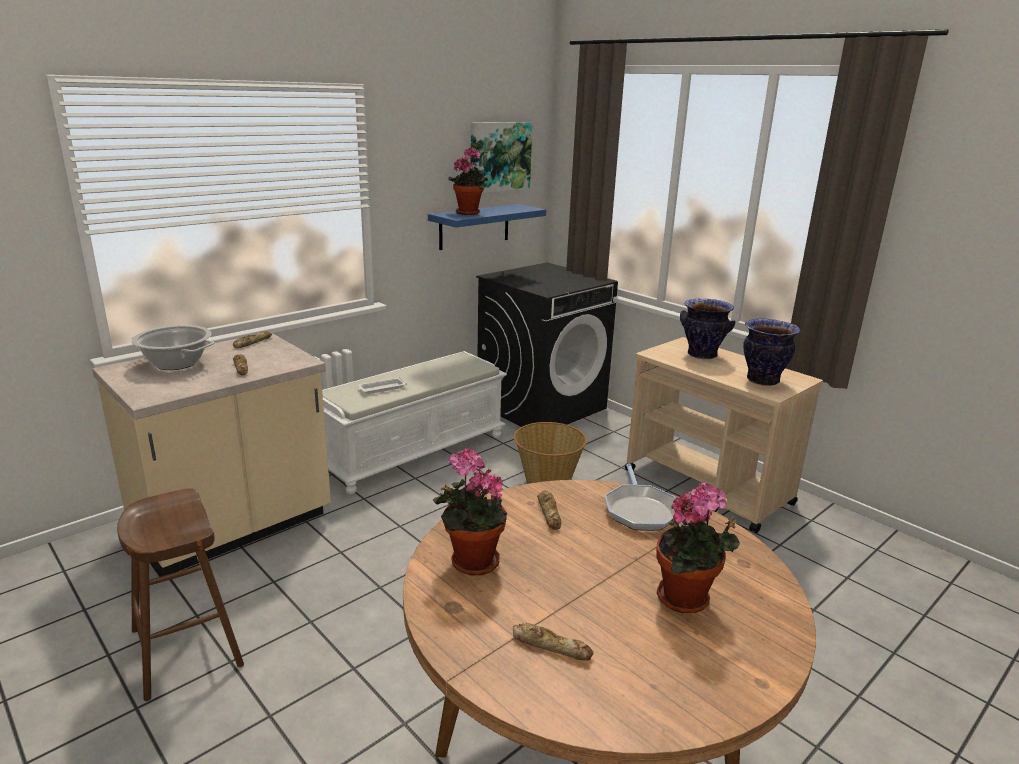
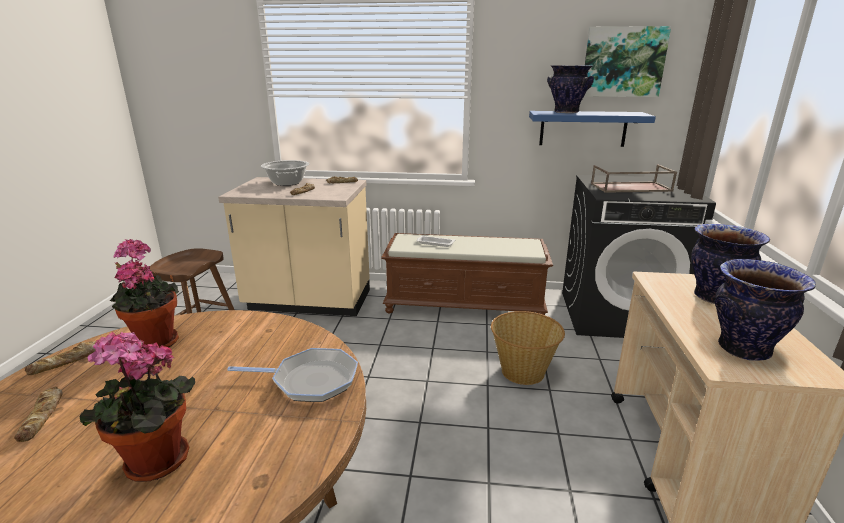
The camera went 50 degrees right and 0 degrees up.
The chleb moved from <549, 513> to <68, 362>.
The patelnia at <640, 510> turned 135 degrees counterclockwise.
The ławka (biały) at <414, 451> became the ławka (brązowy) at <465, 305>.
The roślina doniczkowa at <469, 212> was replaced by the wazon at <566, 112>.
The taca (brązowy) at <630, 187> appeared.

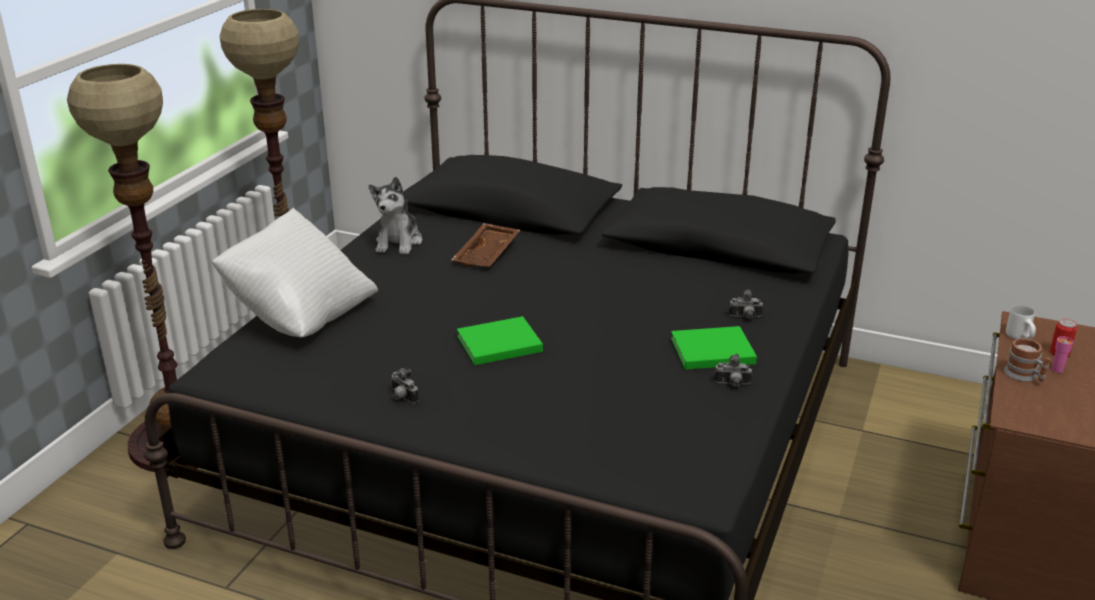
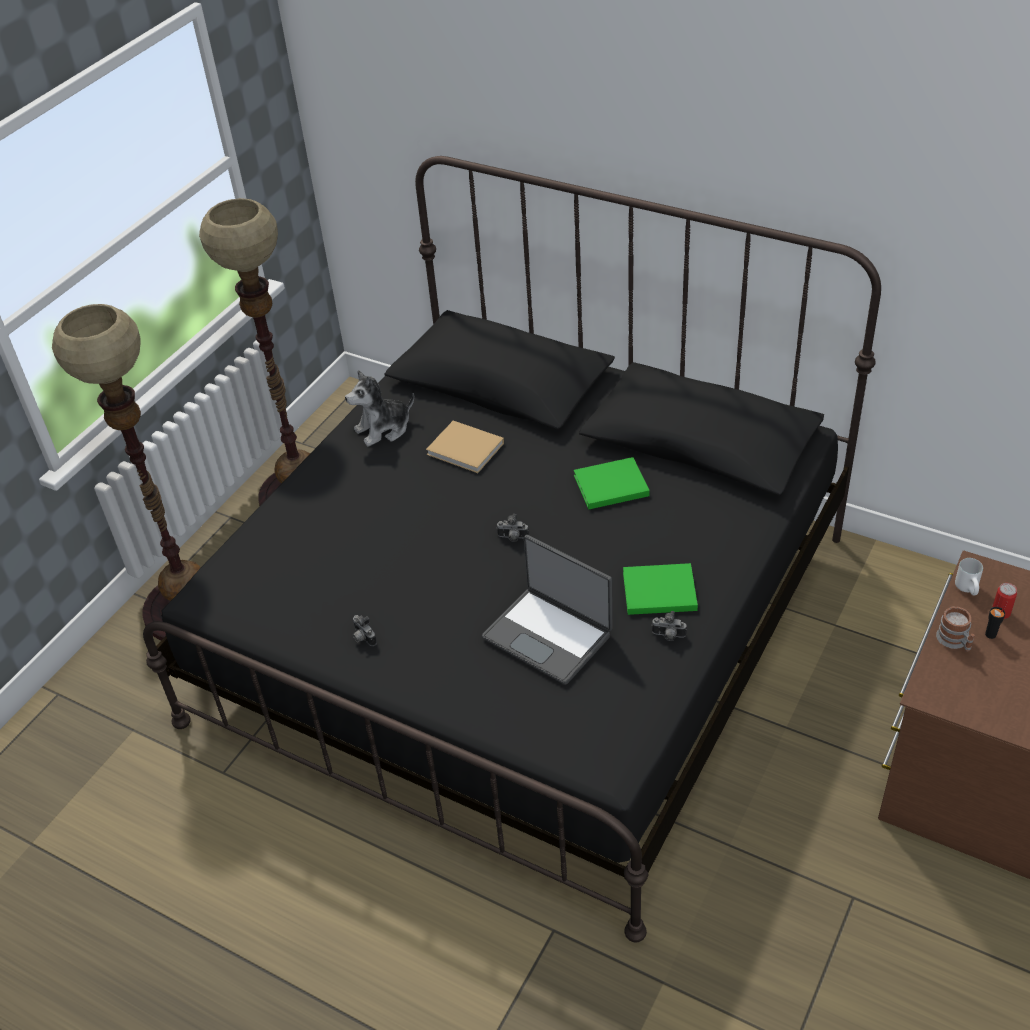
The camera went 10 degrees right and 15 degrees up.
The pluszak at <399, 242> turned 45 degrees clockwise.
The taca (brązowy) at <488, 254> was replaced by the książka (beżowy) at <467, 449>.
The laptop at <549, 635> appeared.
The aparat fotograficzny moved from <745, 317> to <512, 538>.
The książka (zielony) moved from <497, 344> to <609, 486>.
The filiżanka (różowy) at <1057, 370> became the filiżanka (czarny) at <991, 634>.
The poduszka (biały) at <300, 314> disappeared.

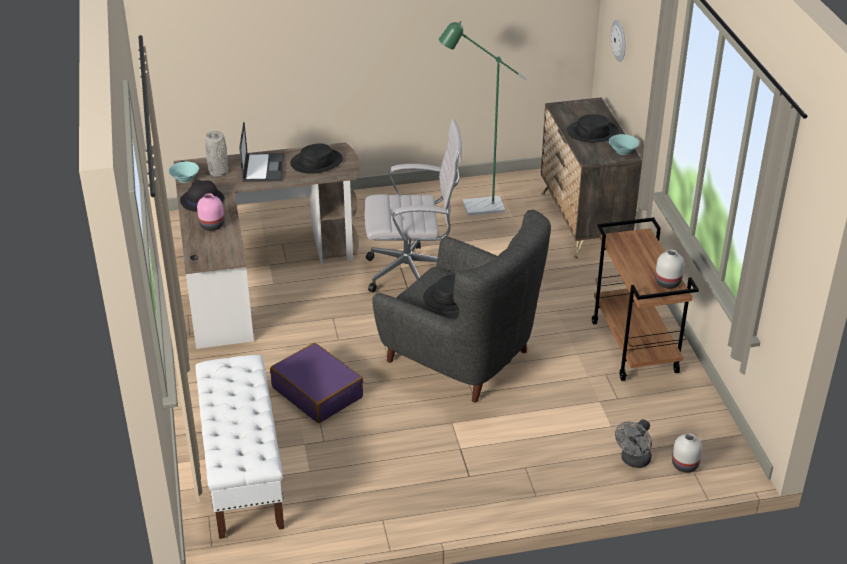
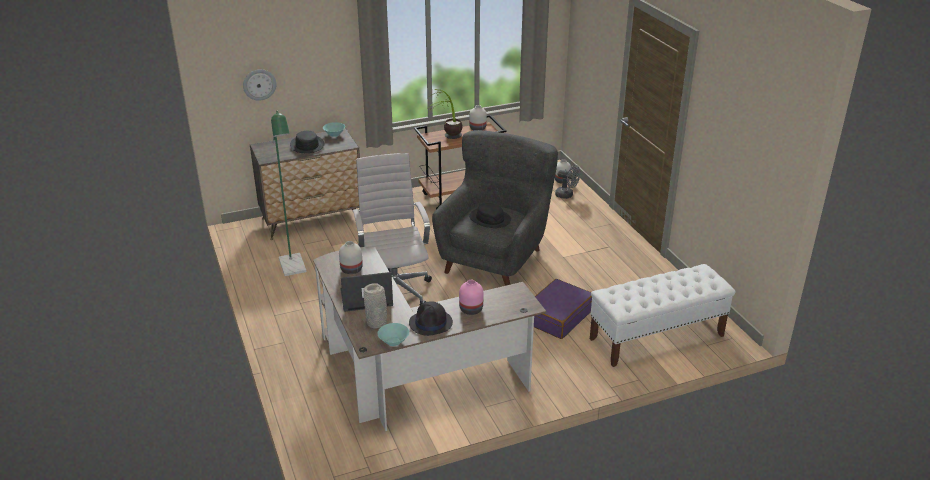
The camera went 100 degrees left and 5 degrees down.
The kapelusz (czarny) at <316, 162> was replaced by the wazon (biały) at <351, 270>.
The roślina doniczkowa at <447, 139> appeared.

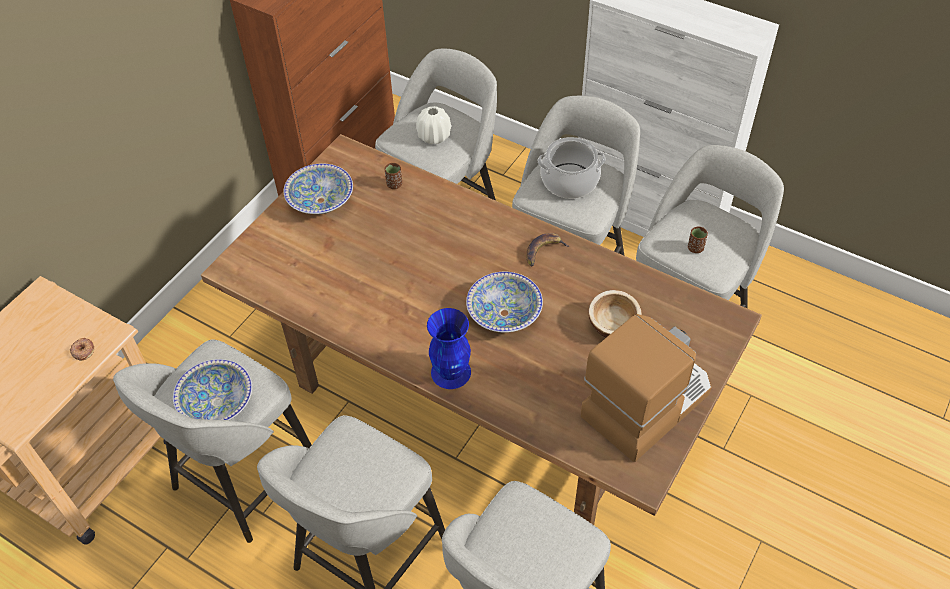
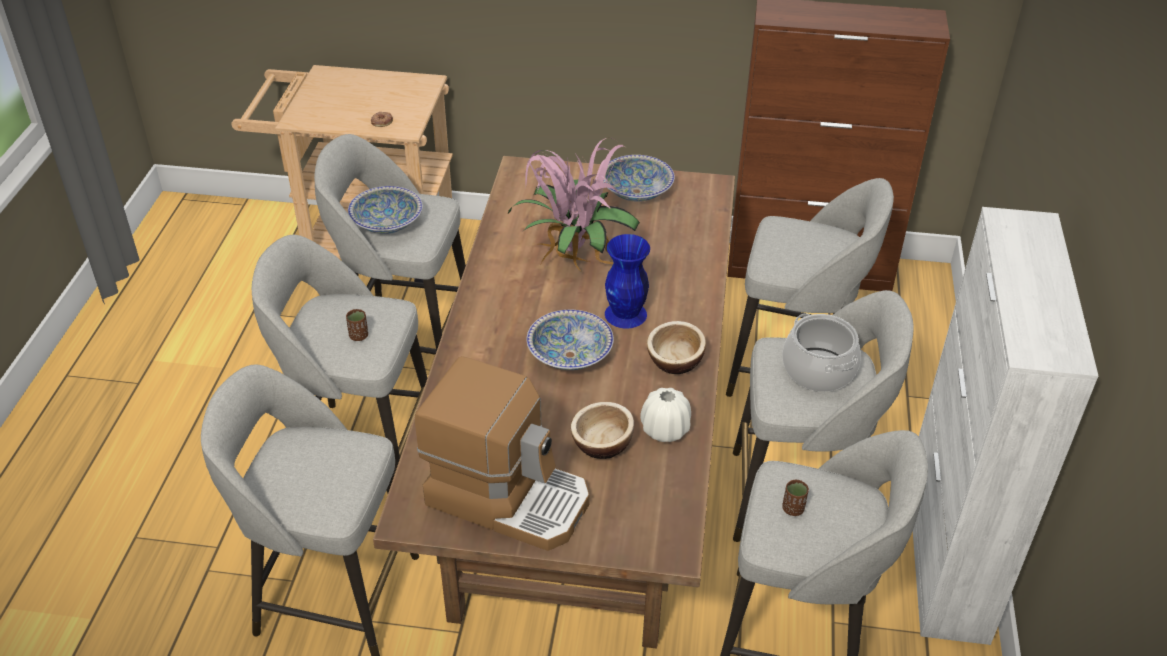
The camera went 65 degrees right and 10 degrees down.
The filiżanka (brązowy) moved from <394, 184> to <359, 336>.
The roślina doniczkowa at <572, 258> appeared.
The wazon (niebieski) moved from <451, 372> to <625, 314>.
The wazon (biały) moved from <434, 136> to <665, 430>.
The banan at <543, 251> was replaced by the miska at <675, 361>.

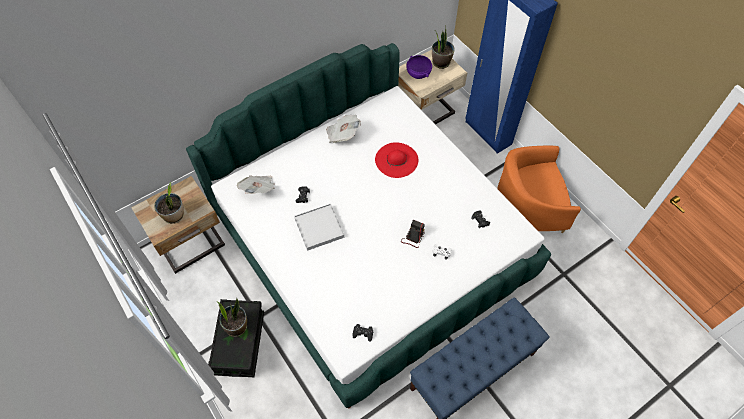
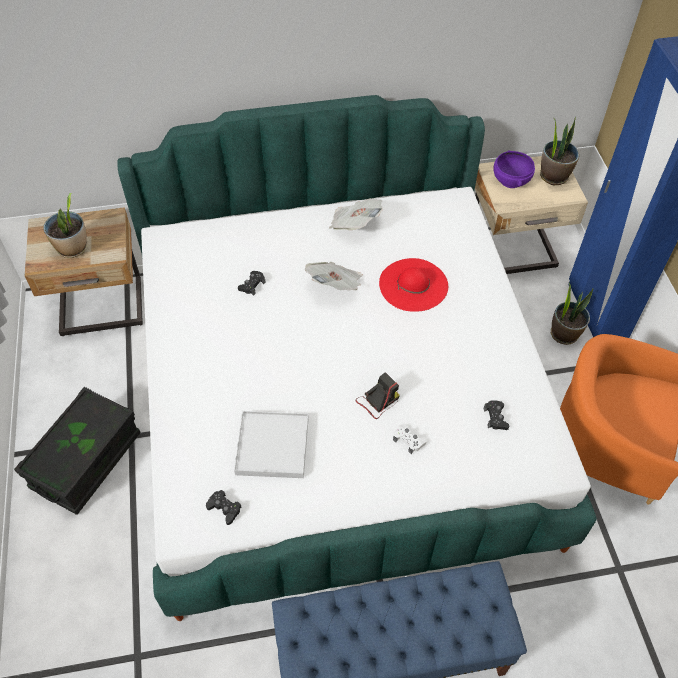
The camera went 25 degrees right and 5 degrees down.
The taca (biały) moved from <319, 228> to <272, 446>.
The gazeta moved from <259, 189> to <336, 285>.
The roślina doniczkowa moved from <236, 326> to <564, 334>.

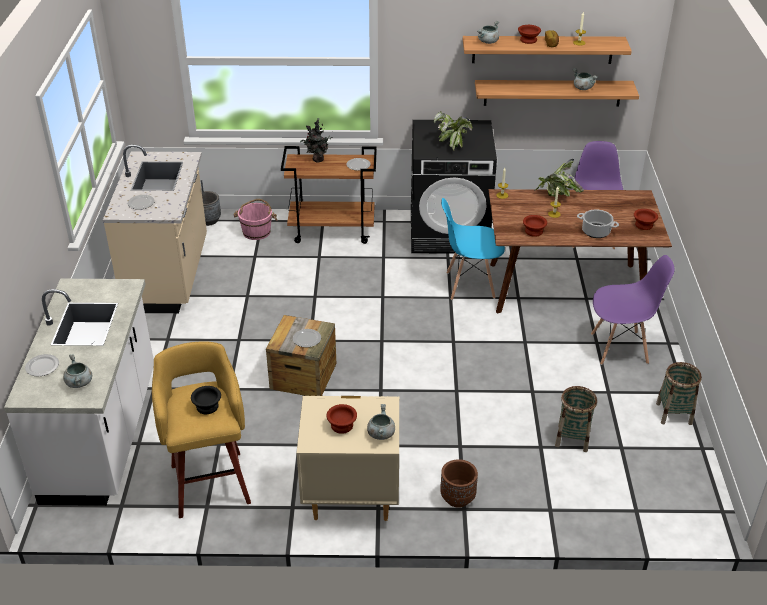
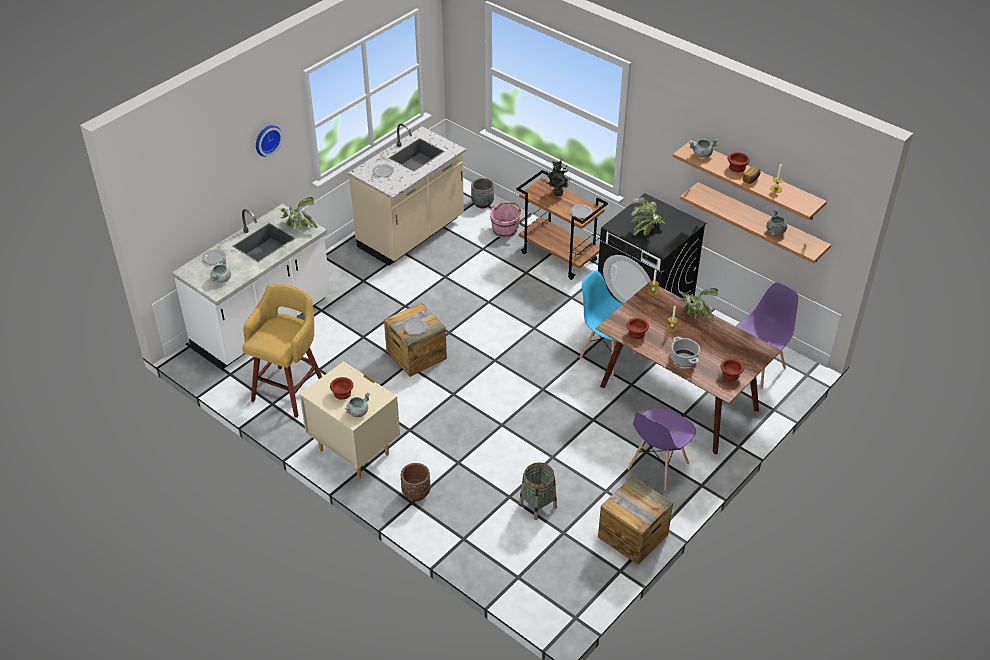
The camera went 40 degrees right and 5 degrees up.
The zegar ścienny at <266, 139> appeared.
The roślina doniczkowa at <298, 227> appeared.
The koszyk at <674, 413> was replaced by the skrzynka at <633, 535>.
The krzesło (fioletowy) at <620, 348> turned 90 degrees clockwise.
The miska (czarny) at <207, 407> disappeared.

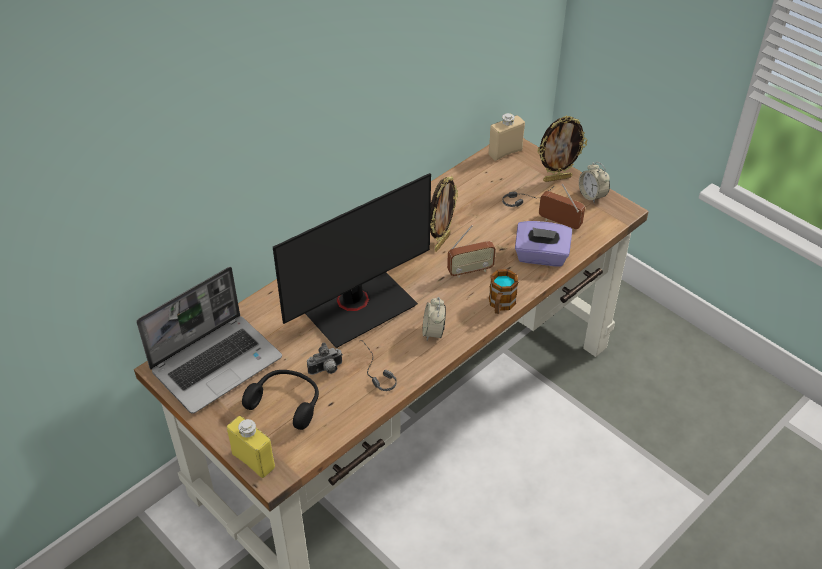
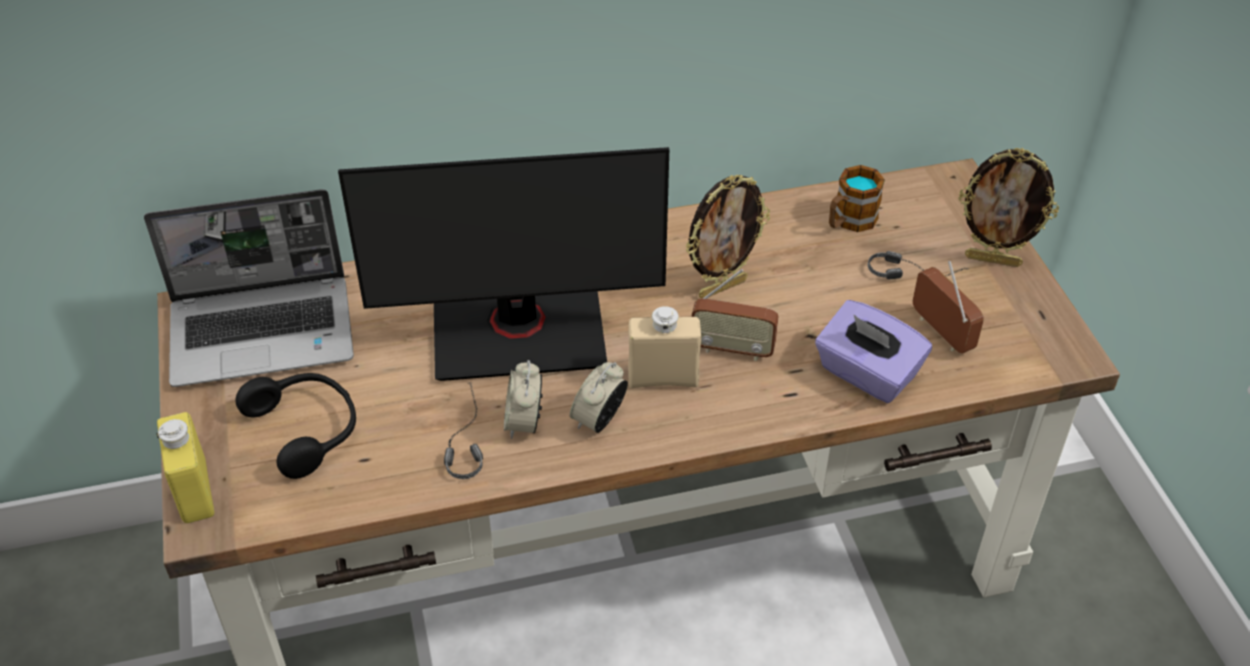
The camera went 30 degrees right and 0 degrees up.
The budzik moved from <592, 196> to <524, 423>.
The butelka (beżowy) moved from <505, 152> to <663, 378>.
The kubek moved from <500, 305> to <849, 222>.
The aparat fotograficzny at <326, 370> disappeared.

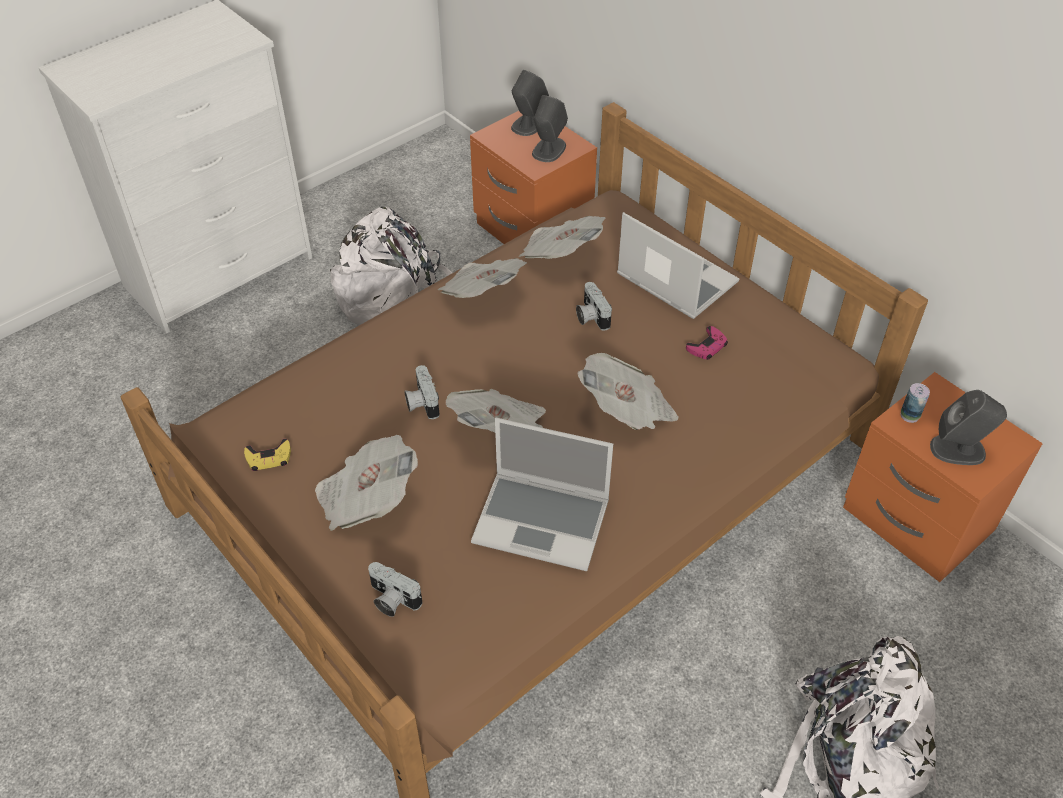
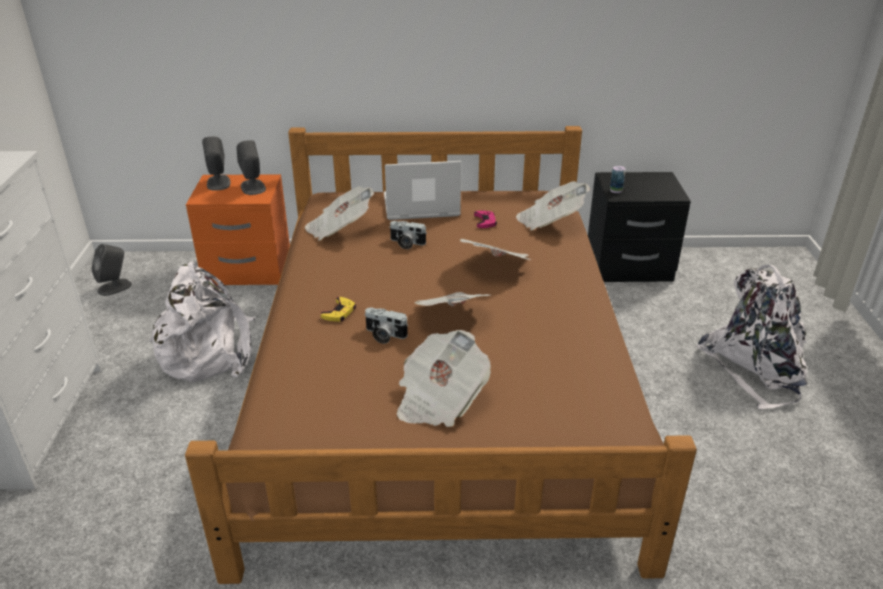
The camera went 50 degrees left and 15 degrees down.
The głośnik (szary) moved from <958, 450> to <115, 287>.
The pad do gier (żółty) moved from <269, 458> to <339, 312>.
The gazeta moved from <482, 293> to <550, 222>.
The szafka nocna (pomarańczowy) at <915, 521> became the szafka nocna (czarny) at <629, 267>.
The aparat fotograficzny at <391, 600> disappeared.
The laptop at <543, 521> disappeared.

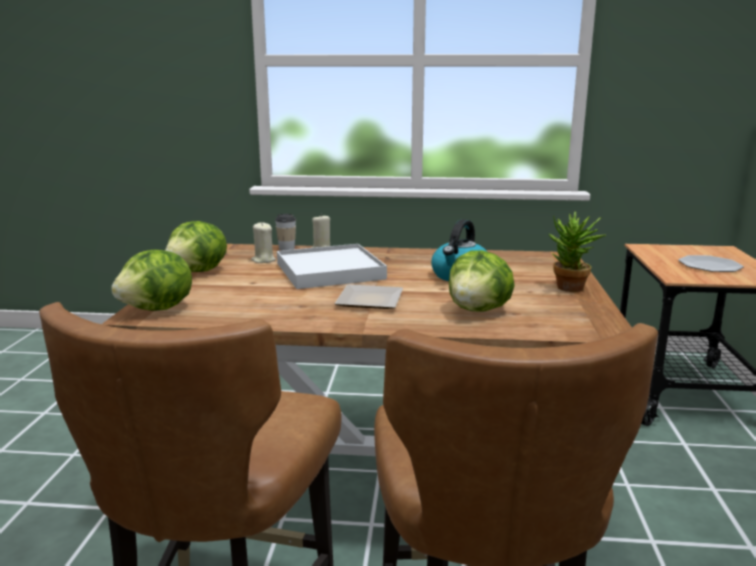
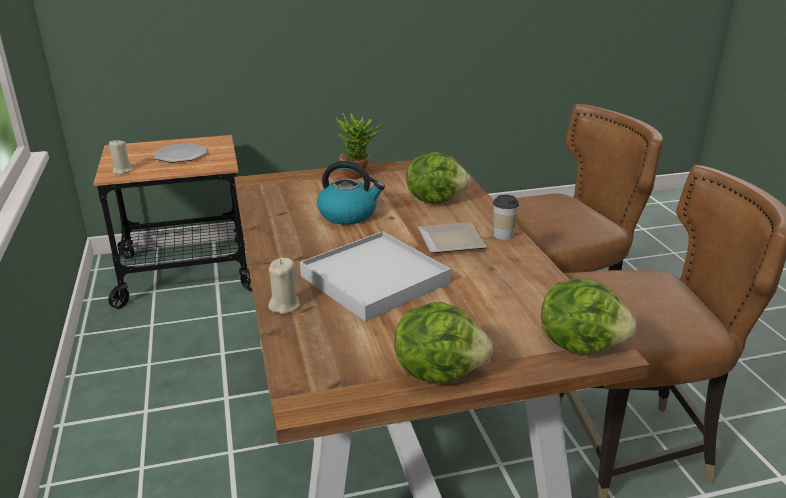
The camera went 110 degrees left and 10 degrees up.
The świeca (beżowy) moved from <263, 260> to <122, 171>.
The filiżanka moved from <286, 248> to <503, 235>.

